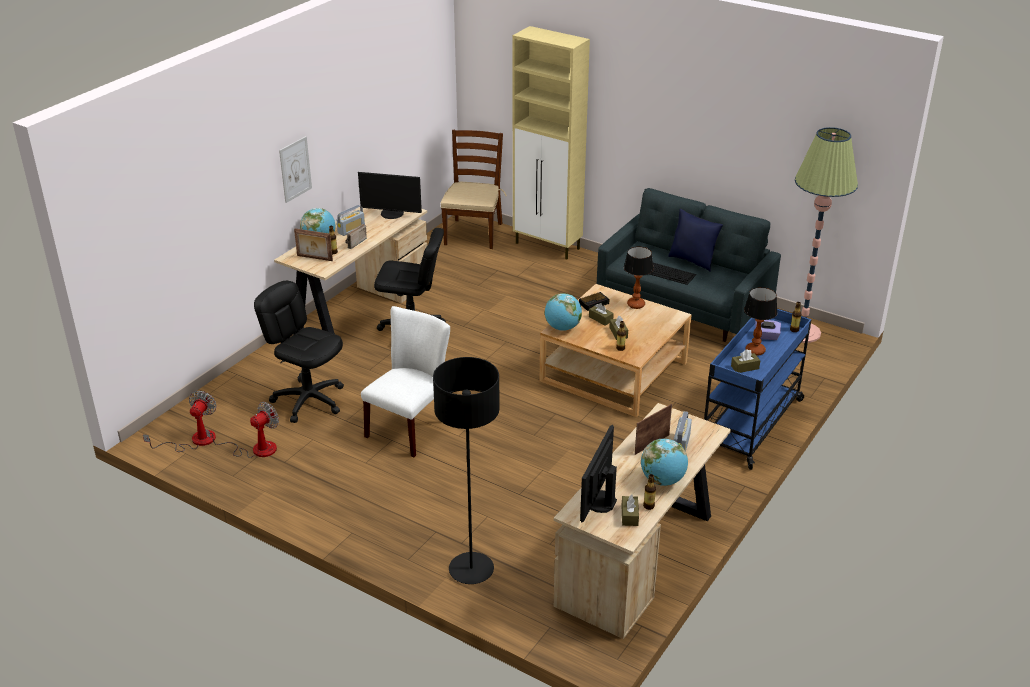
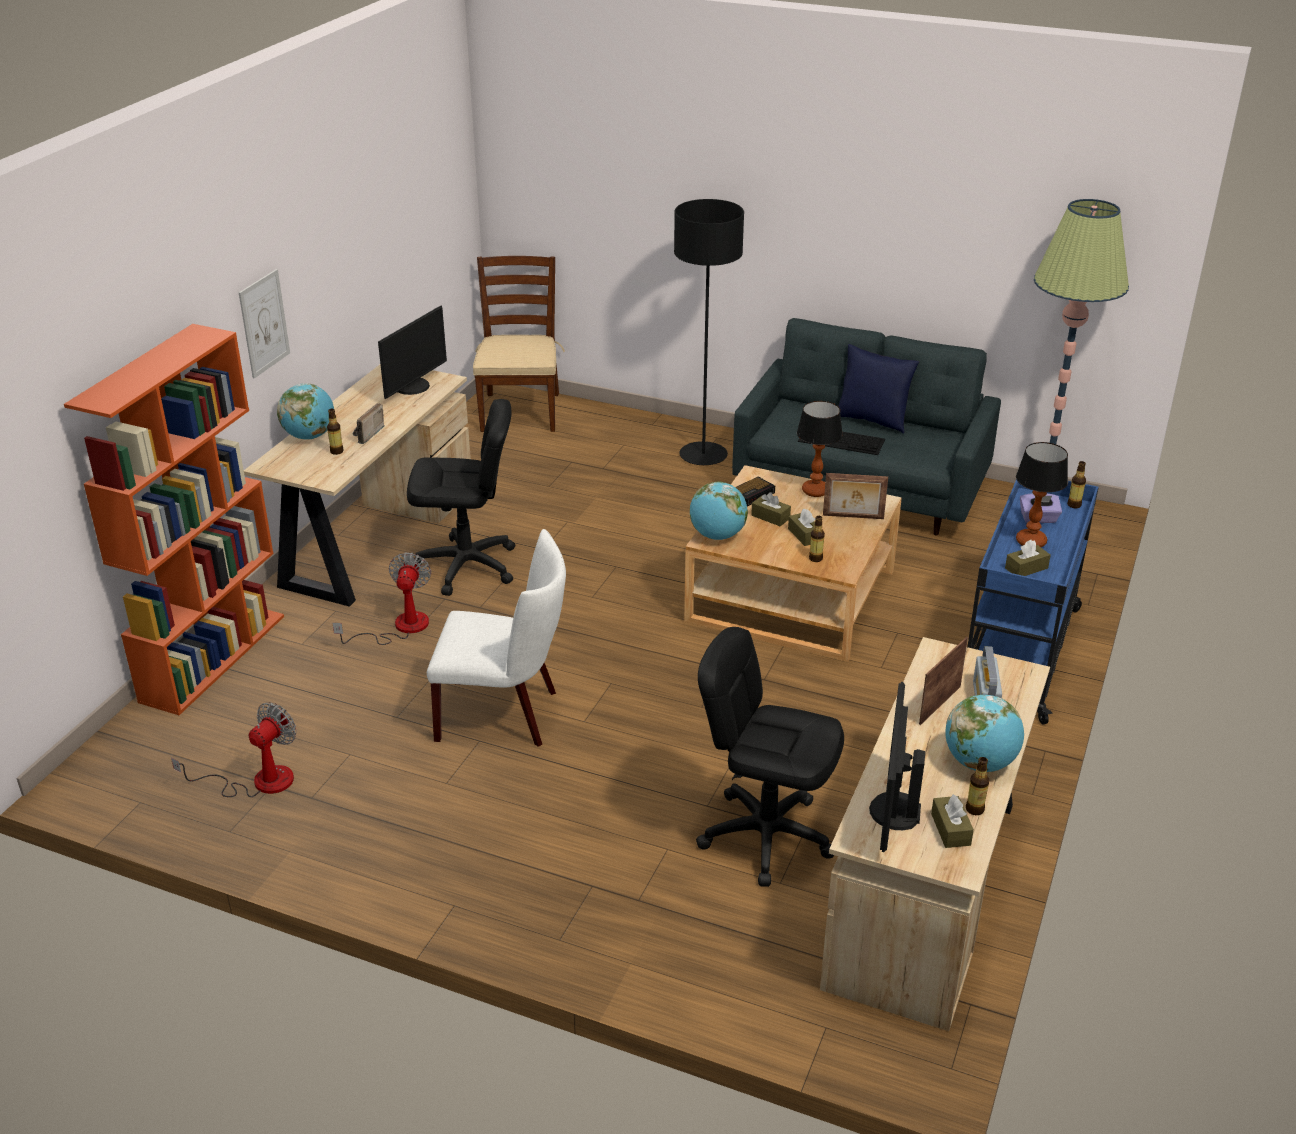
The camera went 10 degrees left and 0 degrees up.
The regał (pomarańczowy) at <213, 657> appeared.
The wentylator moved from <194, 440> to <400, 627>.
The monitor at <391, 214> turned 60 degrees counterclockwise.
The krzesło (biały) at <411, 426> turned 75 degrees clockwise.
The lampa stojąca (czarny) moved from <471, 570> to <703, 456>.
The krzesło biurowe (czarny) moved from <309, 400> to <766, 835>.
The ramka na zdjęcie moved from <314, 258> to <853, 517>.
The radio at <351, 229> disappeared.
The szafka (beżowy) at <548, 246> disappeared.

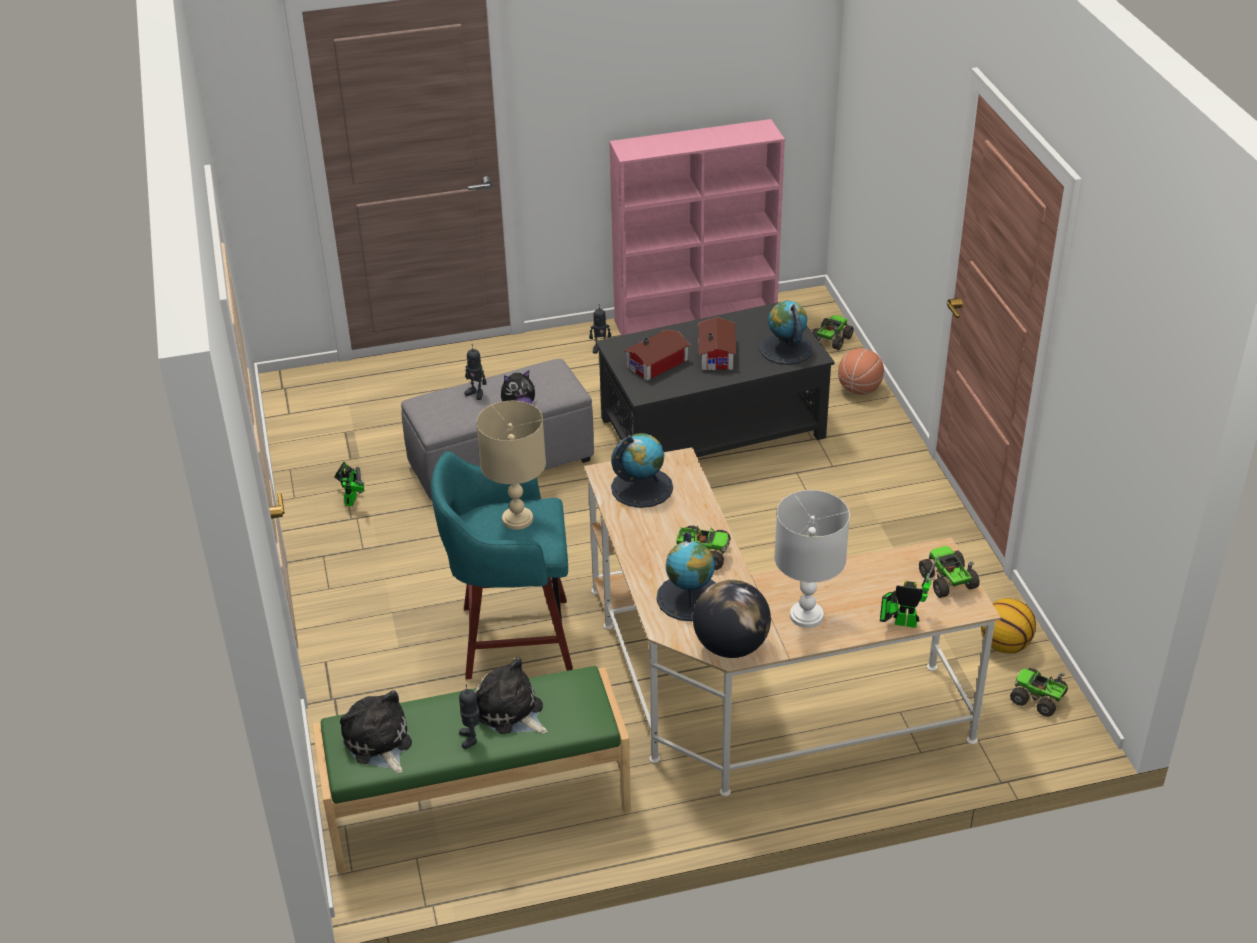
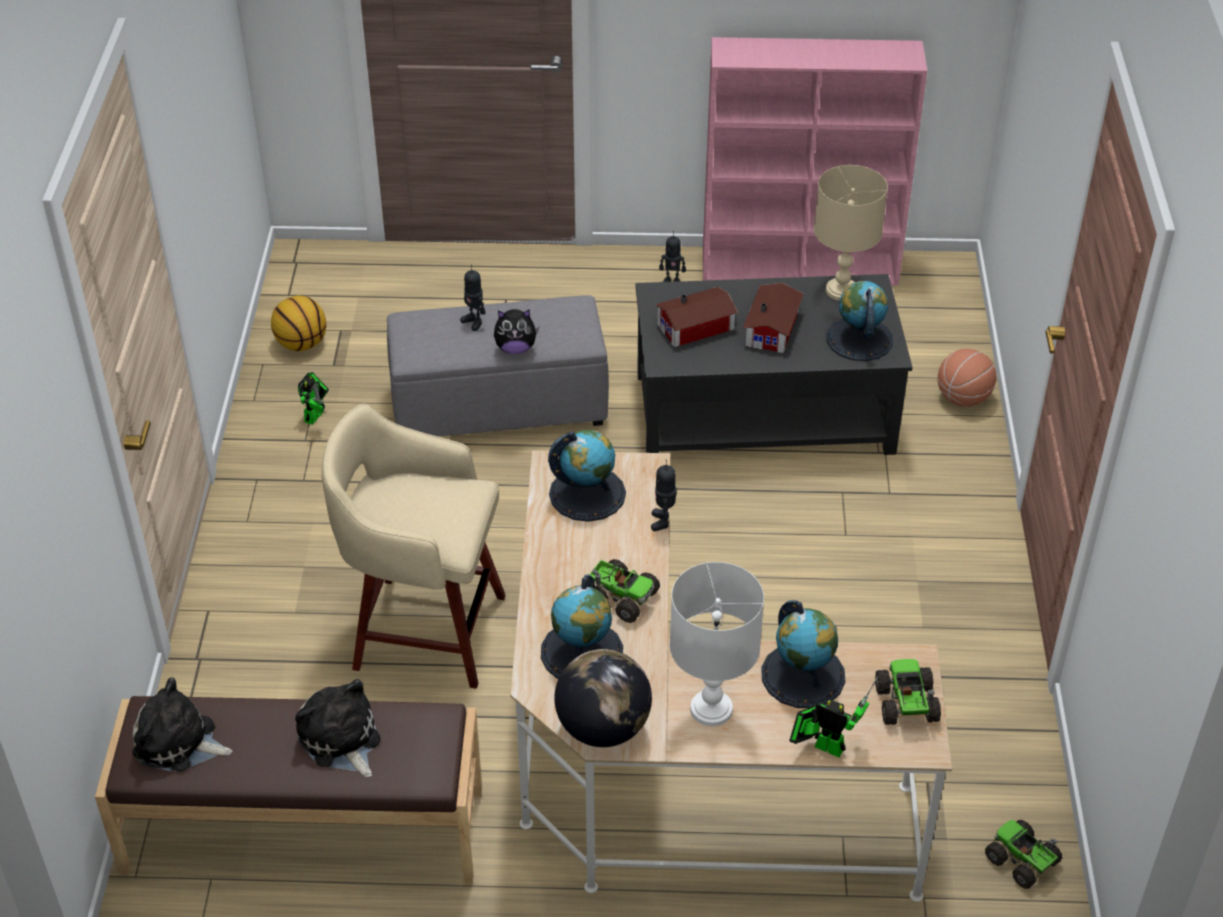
The camera went 15 degrees right and 5 degrees up.
The ławka (zielony) at <478, 806> became the ławka (brązowy) at <304, 831>.
The pluszak at <378, 743> turned 60 degrees counterclockwise.
The piłka do koszykówki moved from <1005, 644> to <301, 344>.
The stołek (turkusowy) at <512, 638> became the stołek (beżowy) at <424, 630>.
The robot zabawkowy moved from <471, 738> to <663, 521>.
The globus at <803, 675> appeared.
The lampa stołowa (beżowy) moved from <517, 519> to <841, 290>.
The ciężarówka zabawkowa at <831, 340> disappeared.

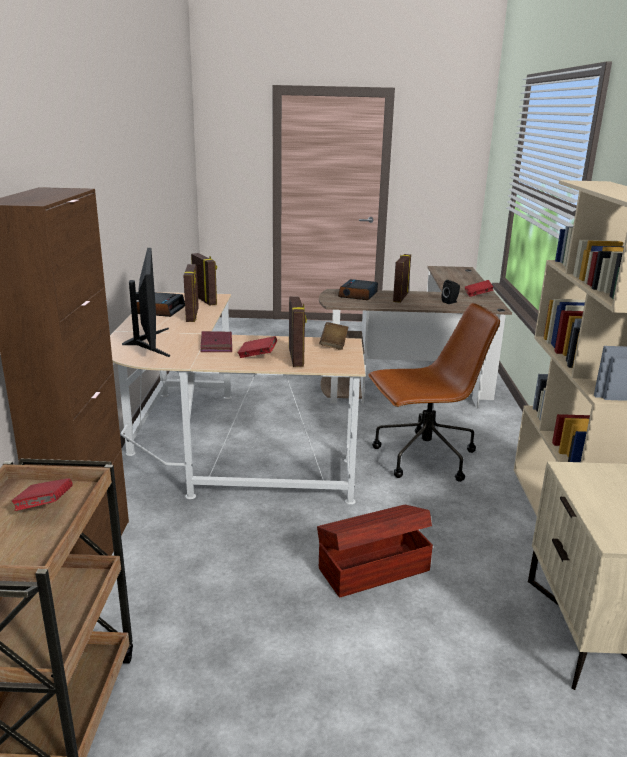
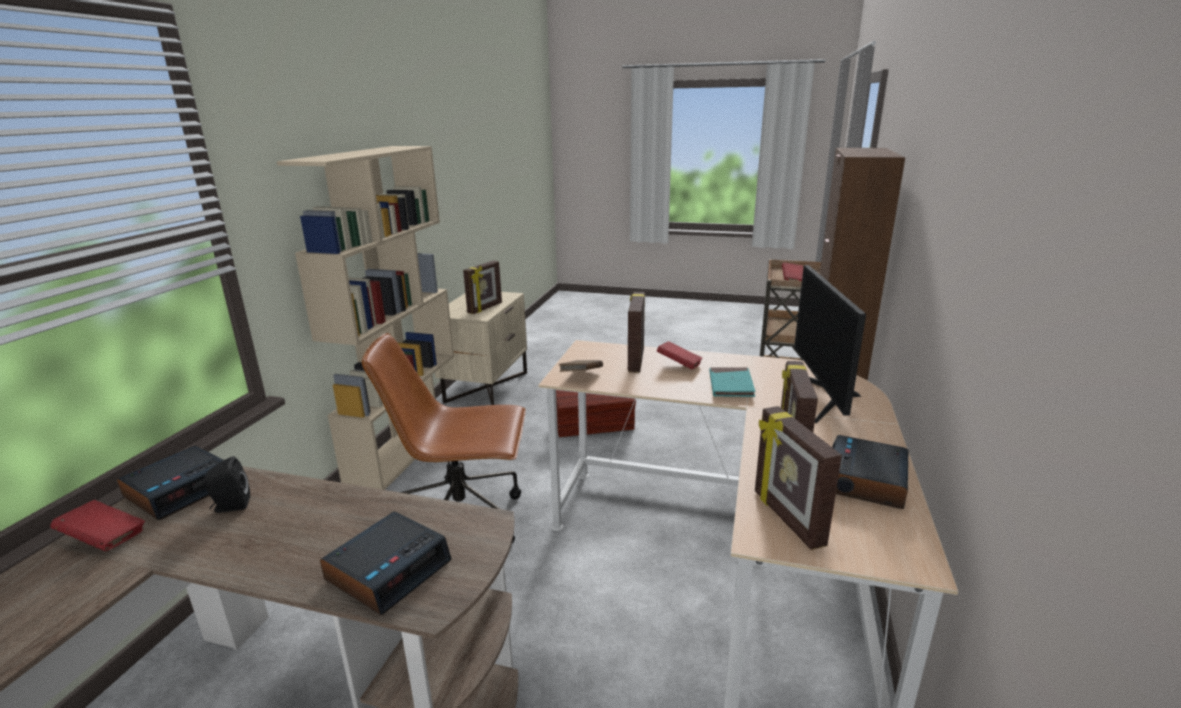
The camera went 165 degrees left and 0 degrees up.
The budzik at <181, 490> appeared.
The ramka na zdjęcie moved from <400, 297> to <485, 308>.
The książka (czerwony) at <216, 344> became the książka (turkusowy) at <731, 385>.

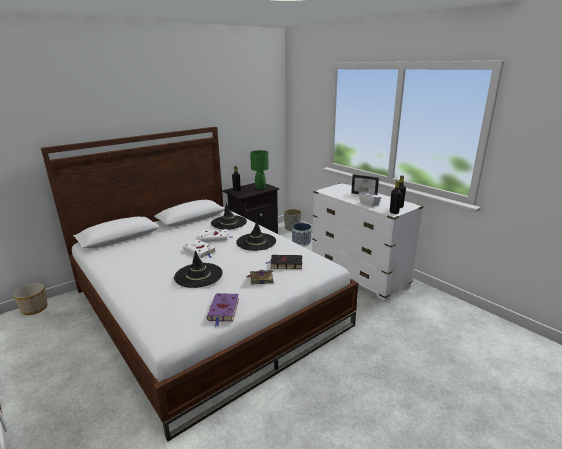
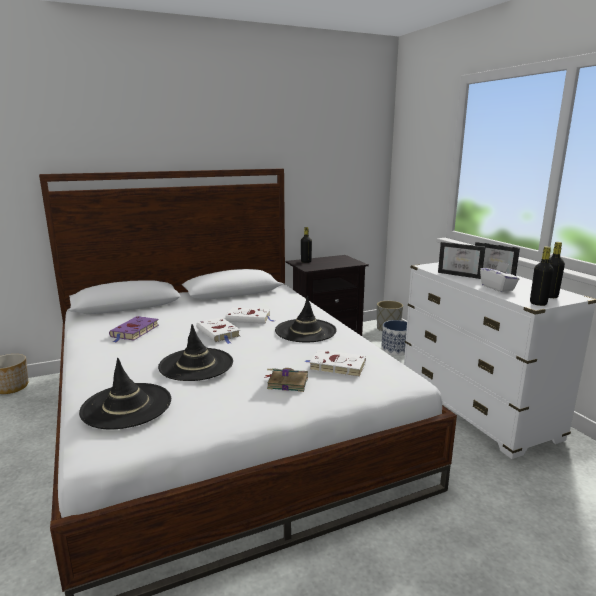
The camera went 15 degrees right and 5 degrees down.
The kapelusz (czarny) moved from <229, 222> to <126, 406>.
The książka (fioletowy) moved from <223, 310> to <134, 332>.
The książka (czarny) at <285, 264> became the książka (biały) at <336, 366>.
The ramka na zdjęcie at <461, 274> appeared.
The lampa stołowa (zielony) at <260, 188> disappeared.

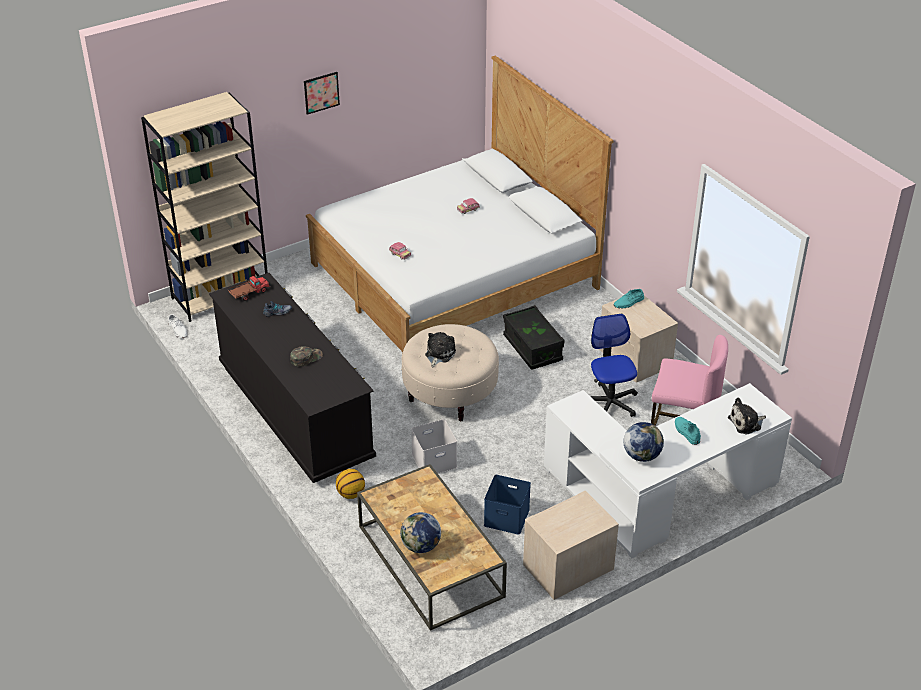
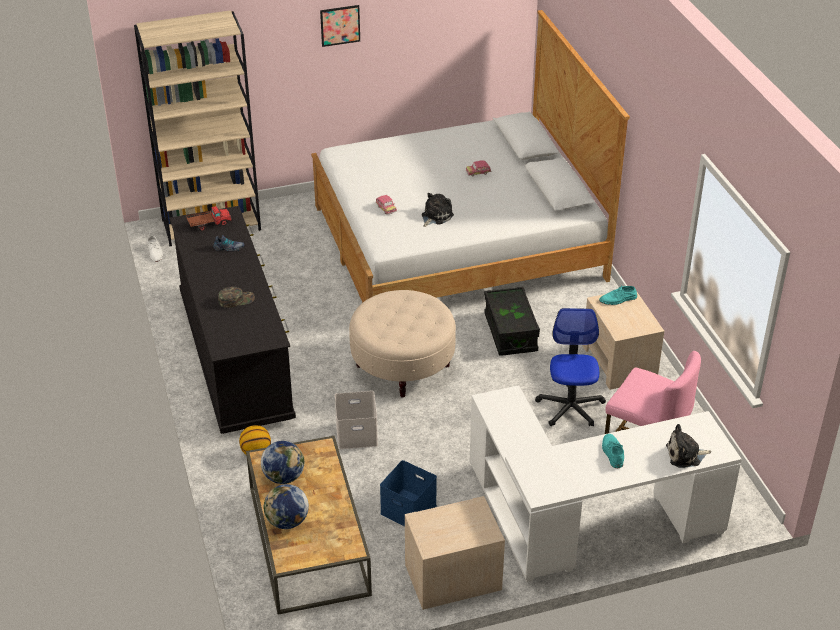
The camera went 15 degrees right and 0 degrees up.
The globus moved from <641, 455> to <284, 477>.
The pluszak moved from <439, 354> to <435, 216>.

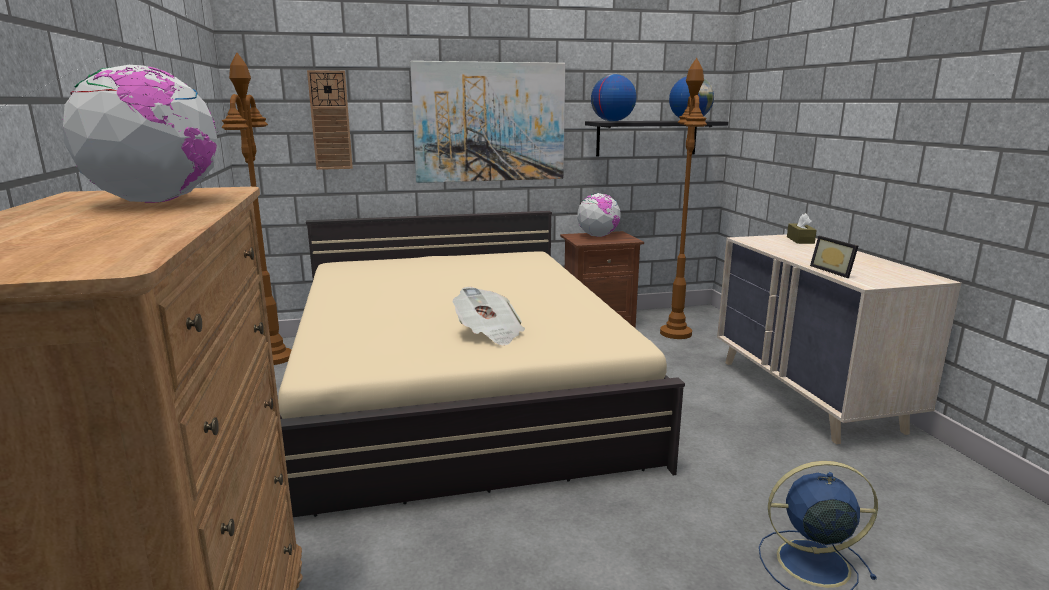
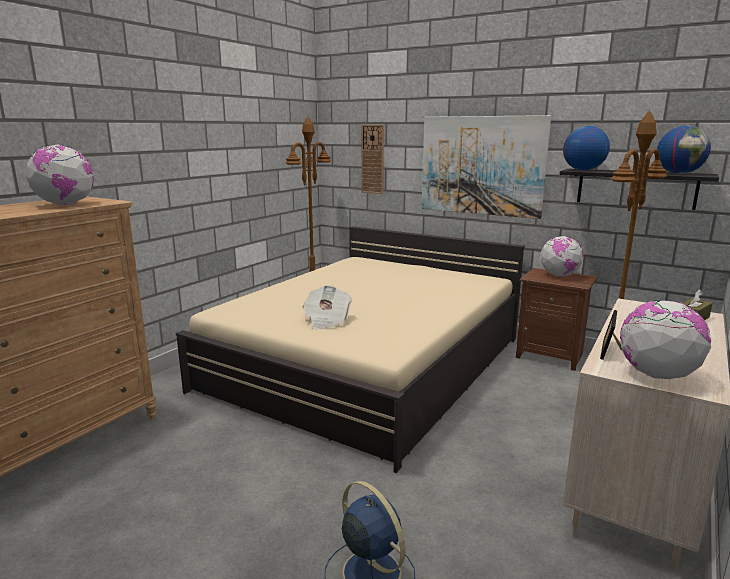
The camera went 45 degrees right and 0 degrees up.
The globus at <656, 375> appeared.

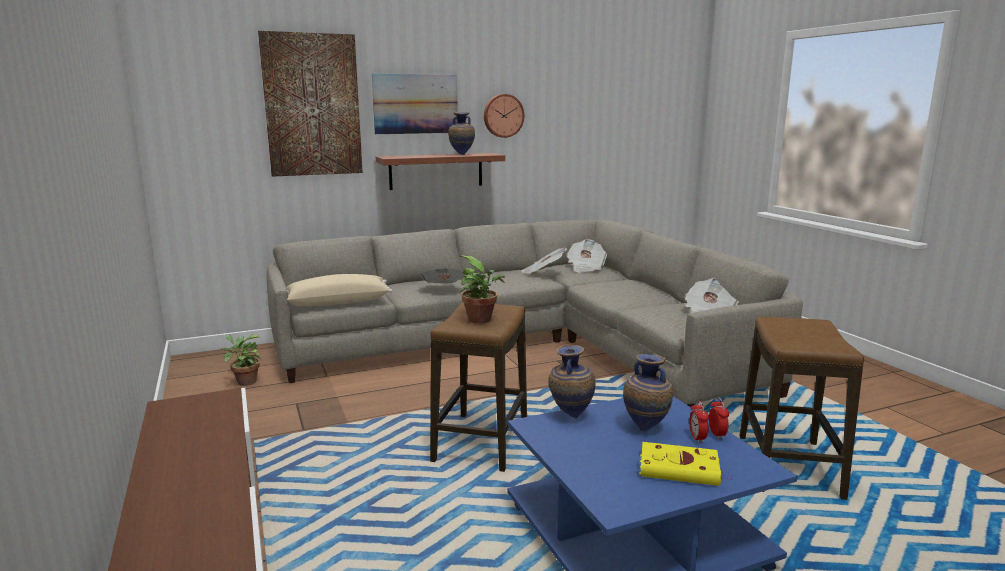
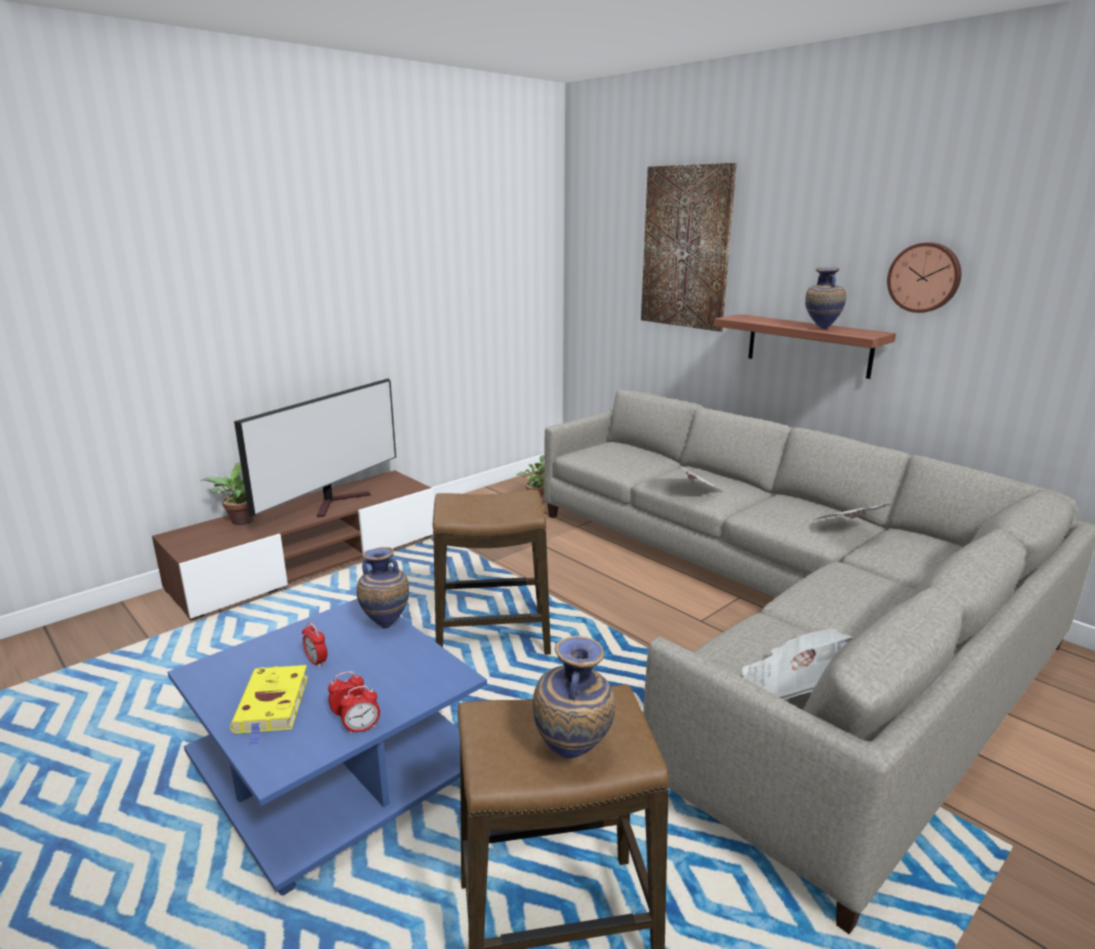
The camera went 70 degrees right and 5 degrees up.
The roślina doniczkowa moved from <482, 320> to <240, 522>.
The telewizor at <337, 502> appeared.
The budzik at <316, 661> appeared.
The wazon moved from <646, 428> to <573, 757>.
The poduszka (beżowy) at <338, 302> disappeared.
The obraz at <415, 104> disappeared.
The gazeta at <586, 267> disappeared.

